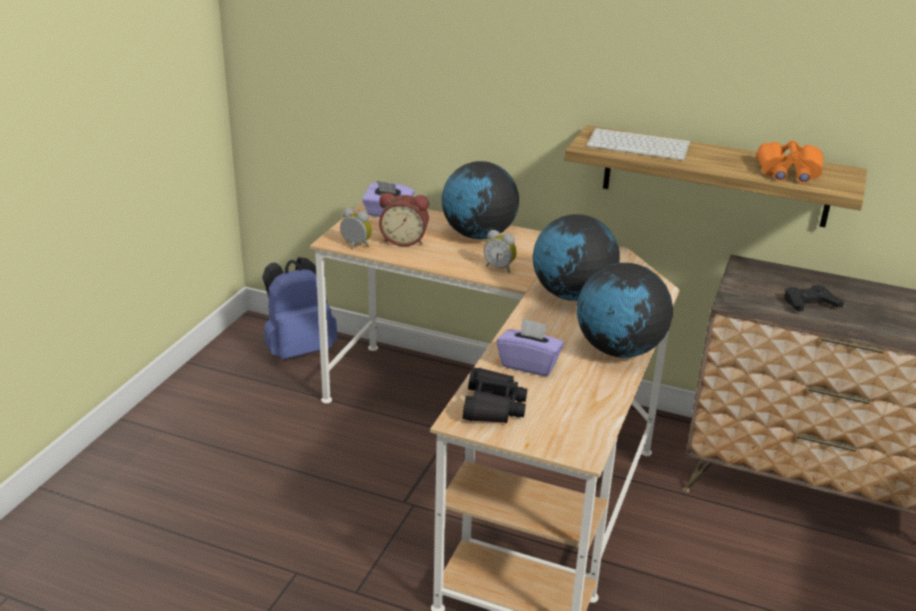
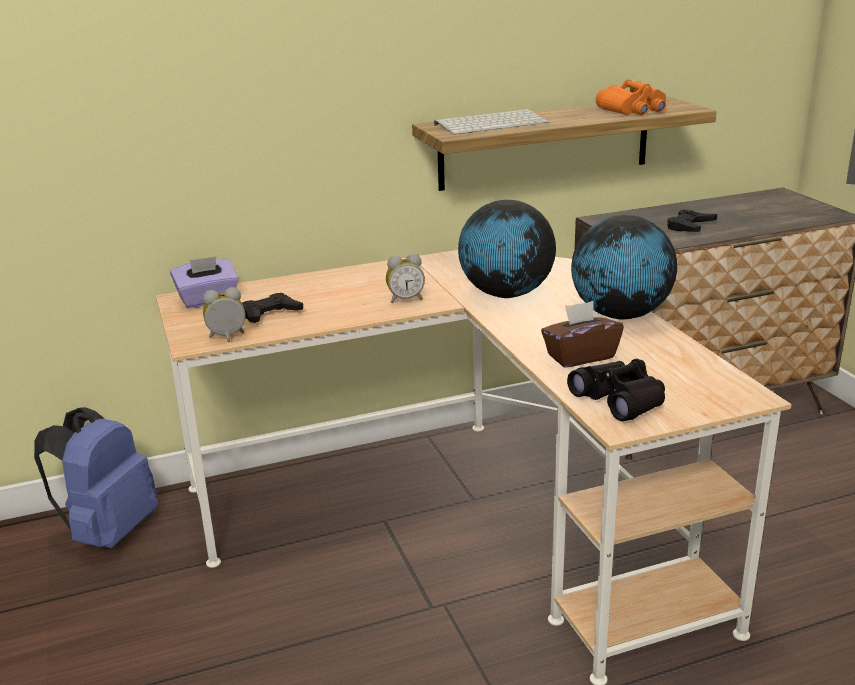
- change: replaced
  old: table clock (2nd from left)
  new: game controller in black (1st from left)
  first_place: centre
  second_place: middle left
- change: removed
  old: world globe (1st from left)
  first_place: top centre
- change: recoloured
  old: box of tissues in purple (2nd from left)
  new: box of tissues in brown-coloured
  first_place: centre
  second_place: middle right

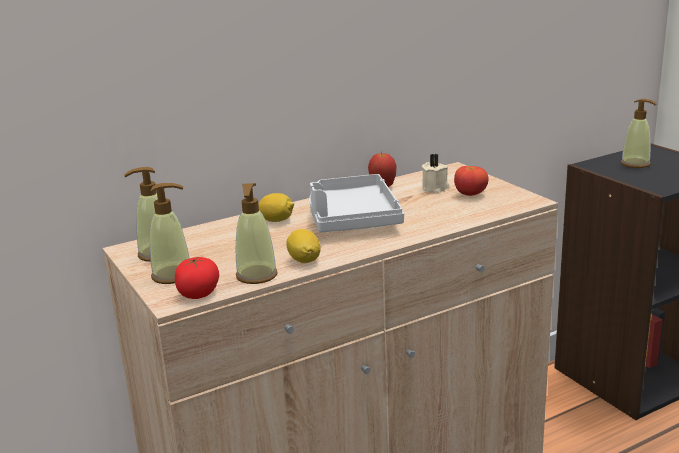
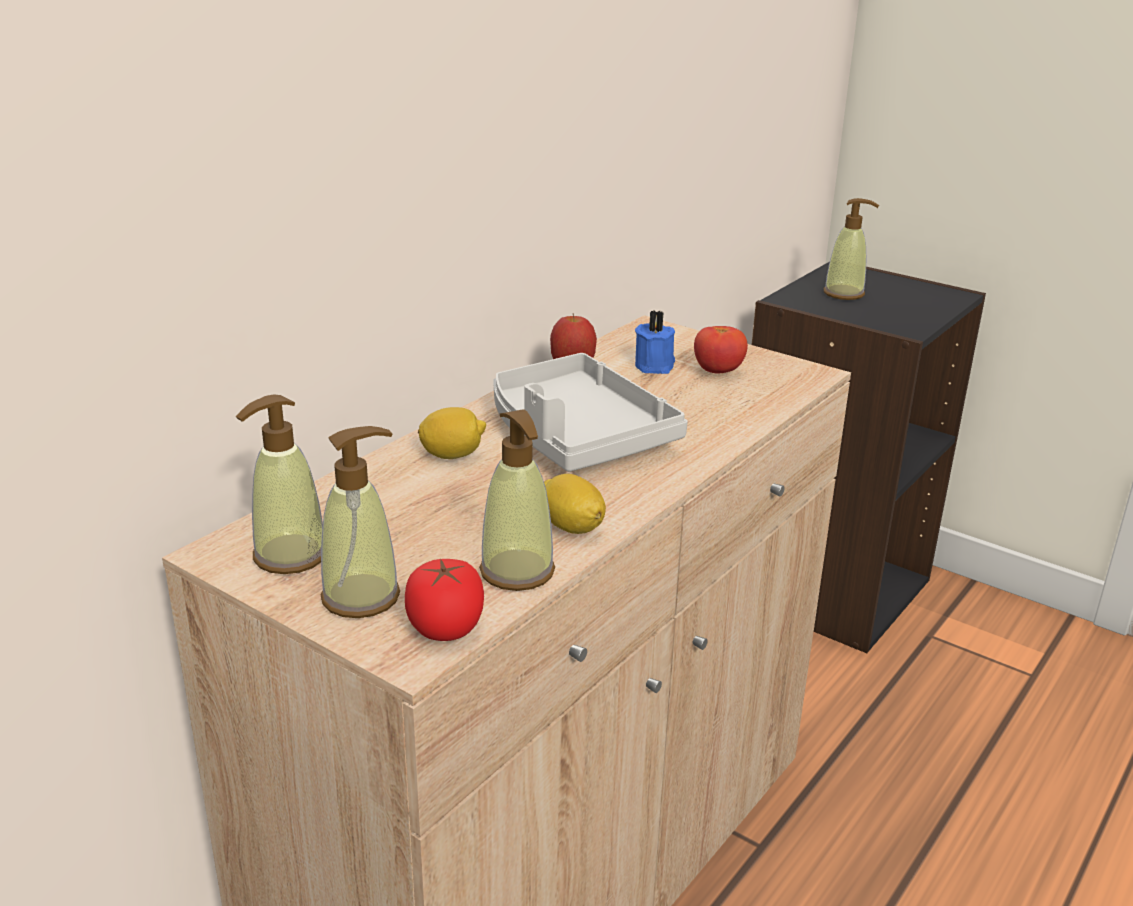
- change: recoloured
  old: candle in sand-coloured
  new: candle in blue
  first_place: centre
  second_place: centre

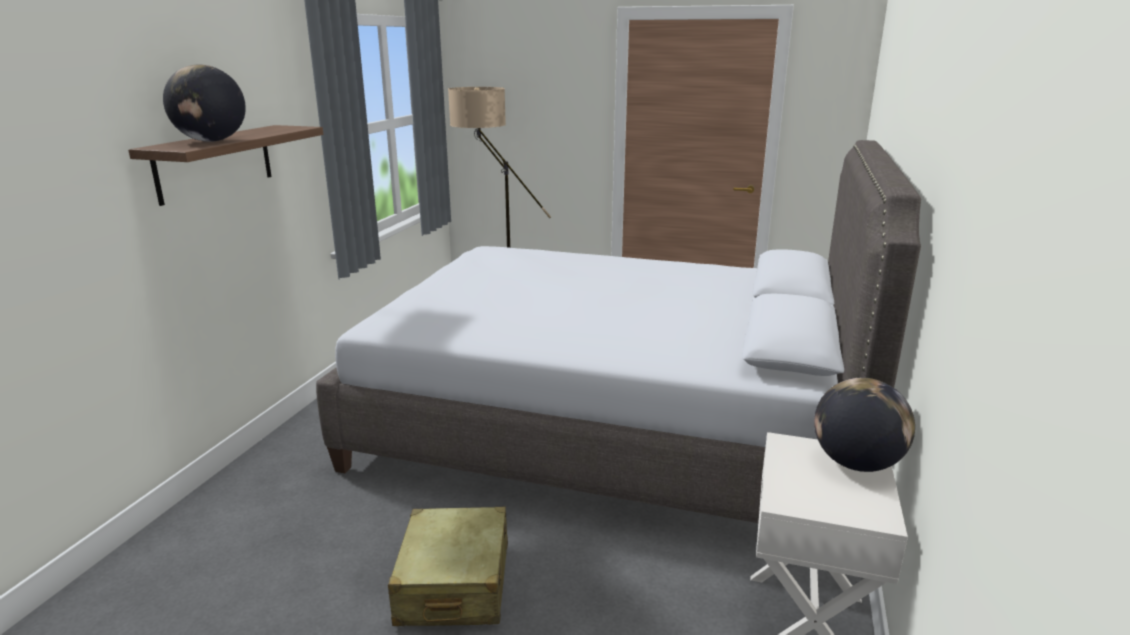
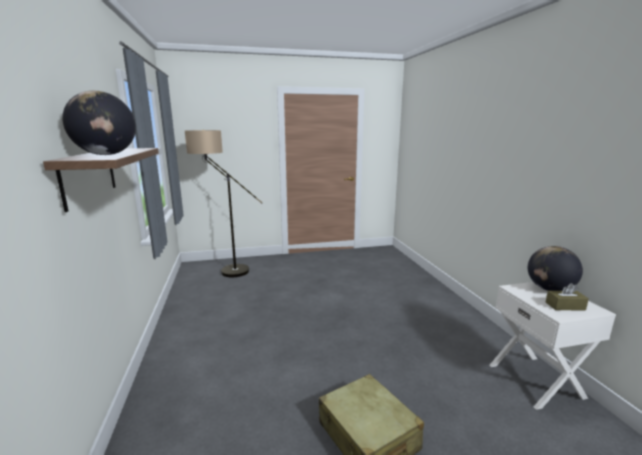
- change: removed
  old: bed in gray
  first_place: centre
- change: added
  new: box of tissues in brown-coloured
  second_place: middle right

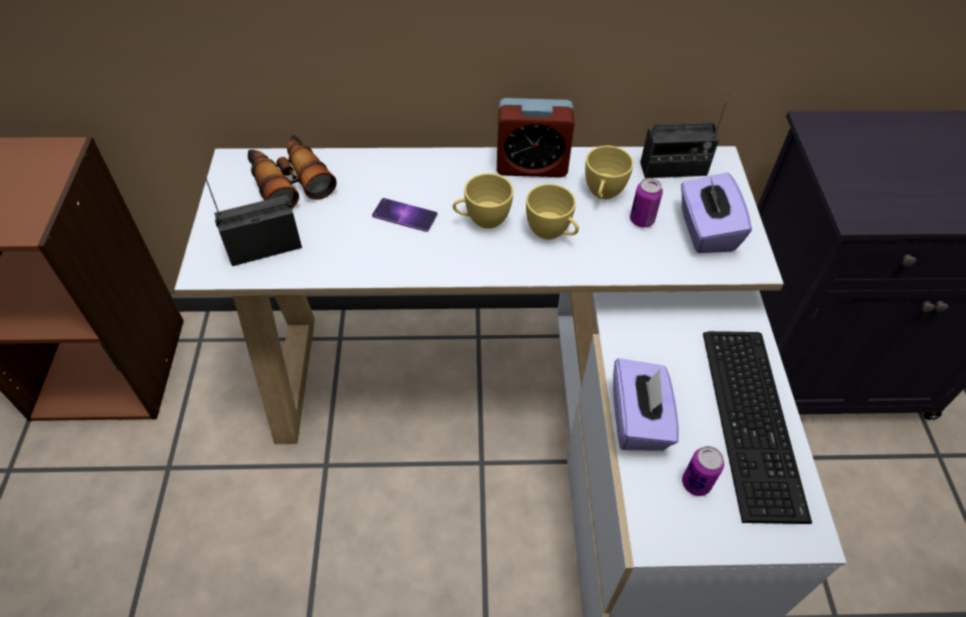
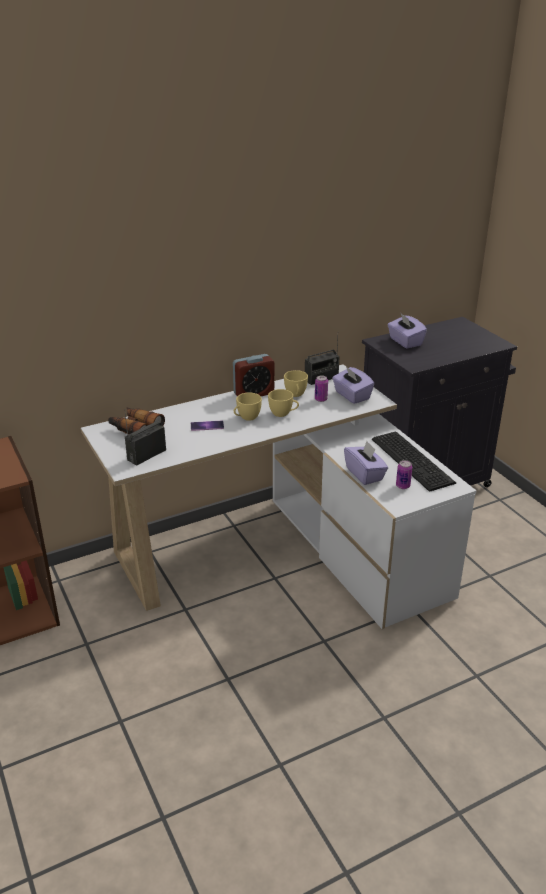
- change: added
  new: box of tissues in purple (3rd from left)
  second_place: middle right

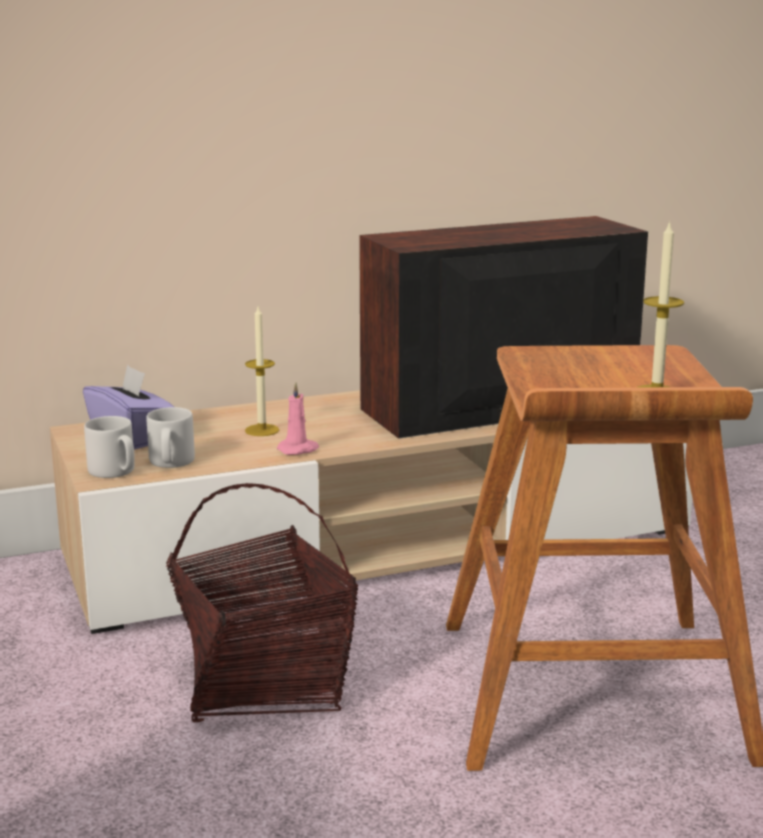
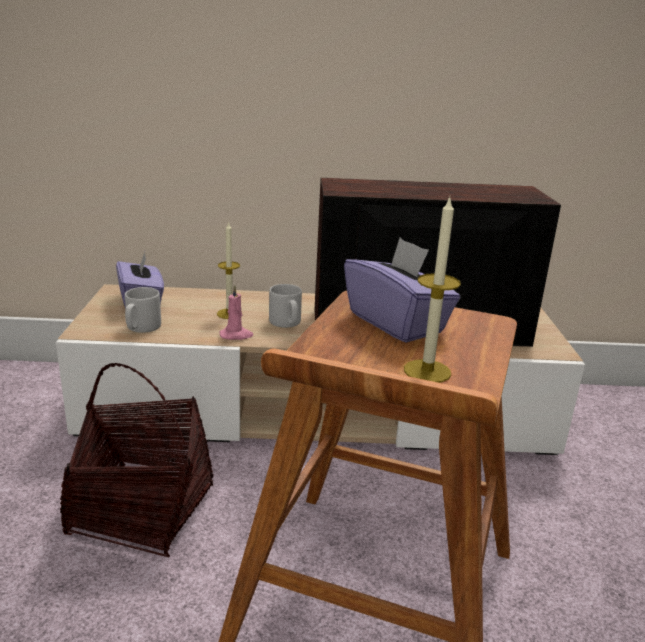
- change: moved
  old: mug in gray (1st from left in the first image)
  new: mug in gray (2nd from left)
  first_place: middle left
  second_place: centre
- change: added
  new: box of tissues in purple (2nd from left)
  second_place: centre

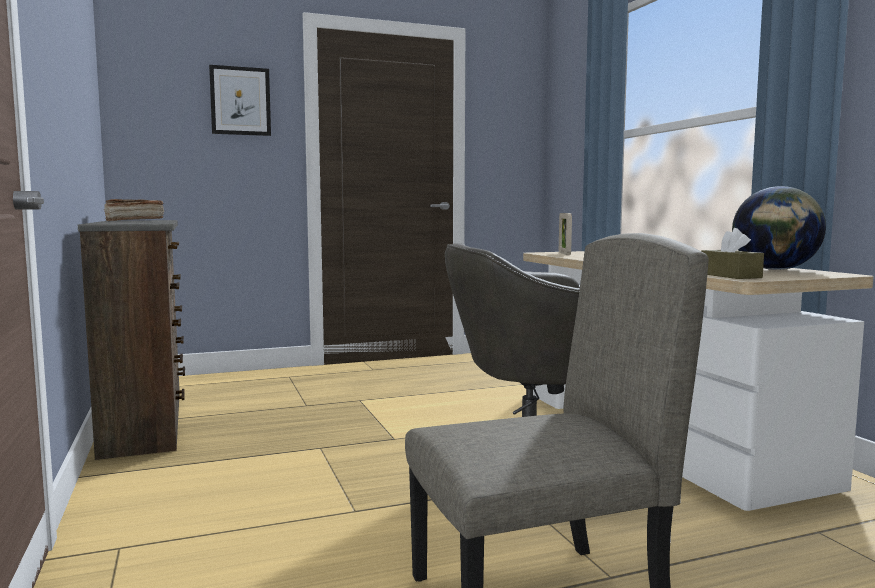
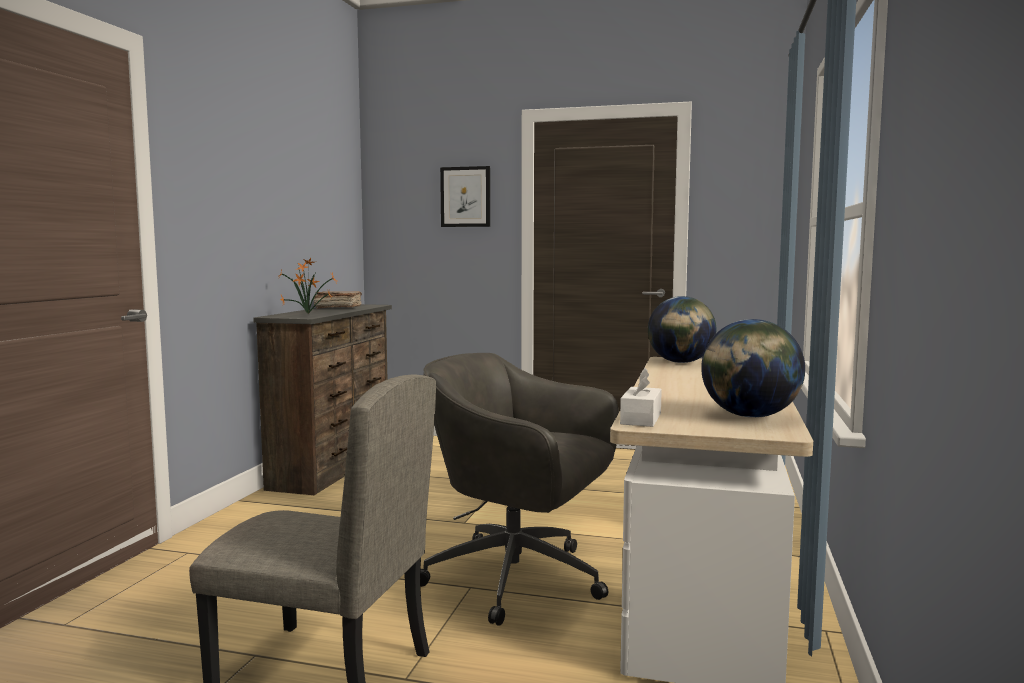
- change: replaced
  old: standing frame
  new: world globe (1st from left)
  first_place: centre
  second_place: centre
- change: recoloured
  old: box of tissues in brown-coloured
  new: box of tissues in white-coloured
  first_place: middle right
  second_place: centre
- change: added
  new: houseplant
  second_place: middle left

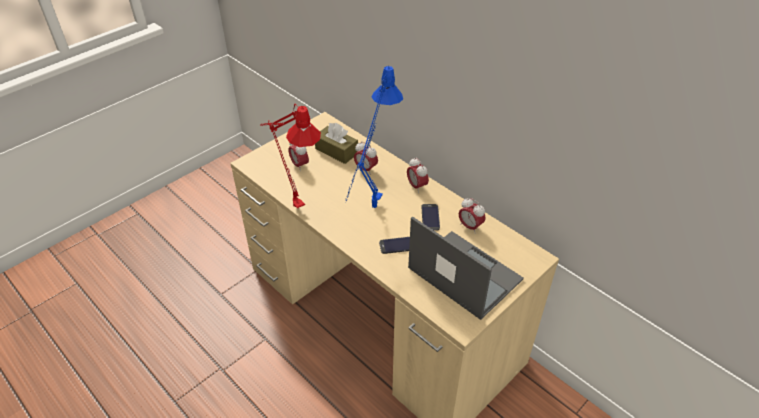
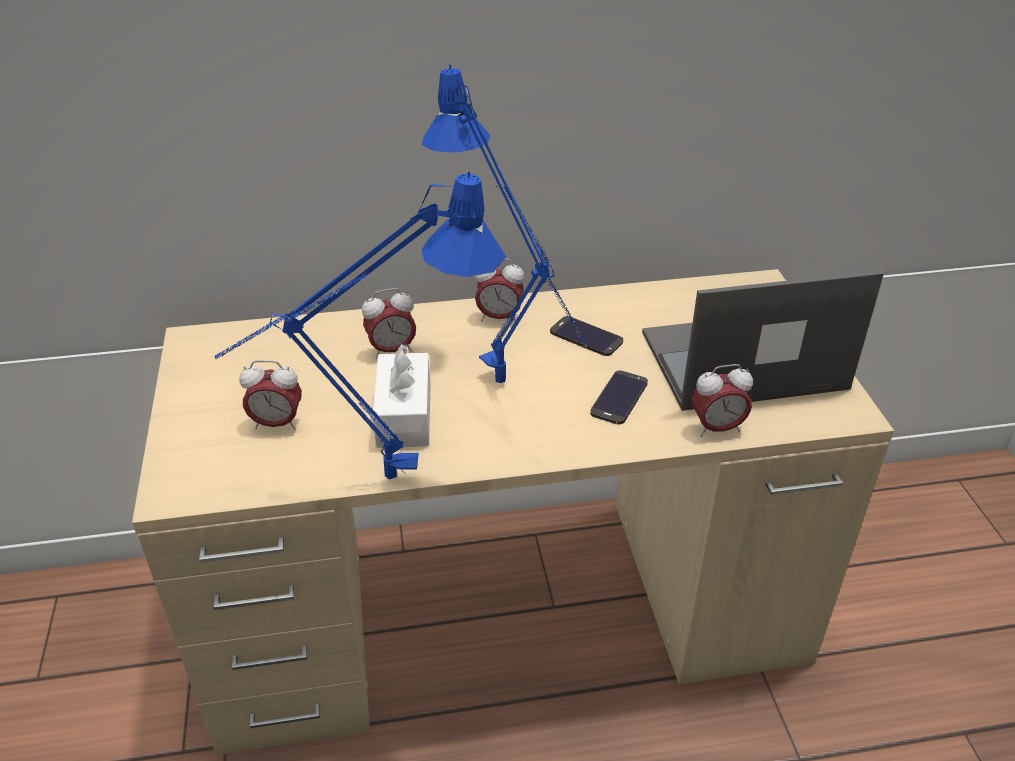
- change: recoloured
  old: lamp for a table in red
  new: lamp for a table in blue (1st from left)
  first_place: centre
  second_place: centre
- change: removed
  old: box of tissues in brown-coloured
  first_place: centre
- change: moved
  old: table clock (4th from left)
  first_place: centre
  second_place: middle right
- change: added
  new: box of tissues in white-coloured
  second_place: centre

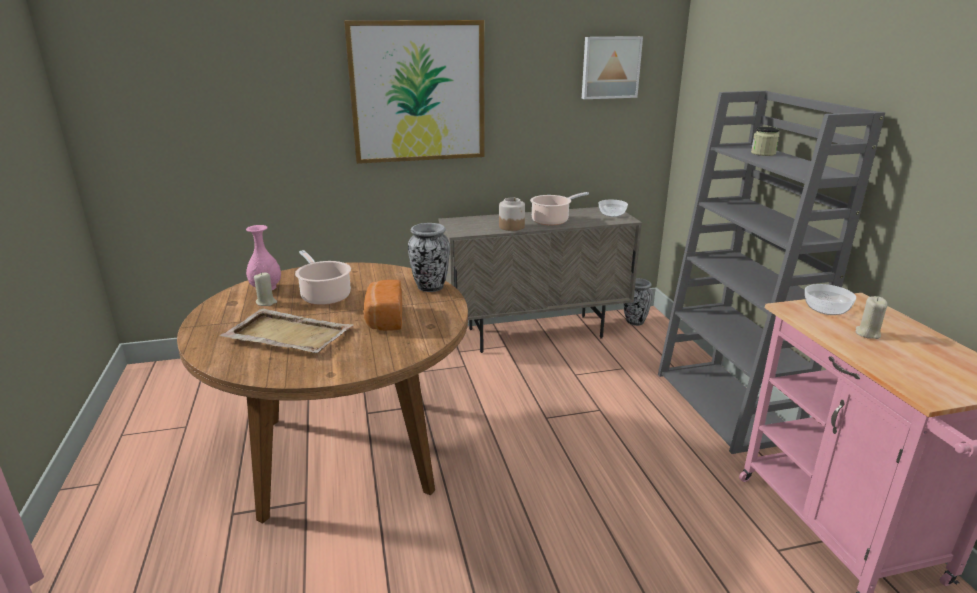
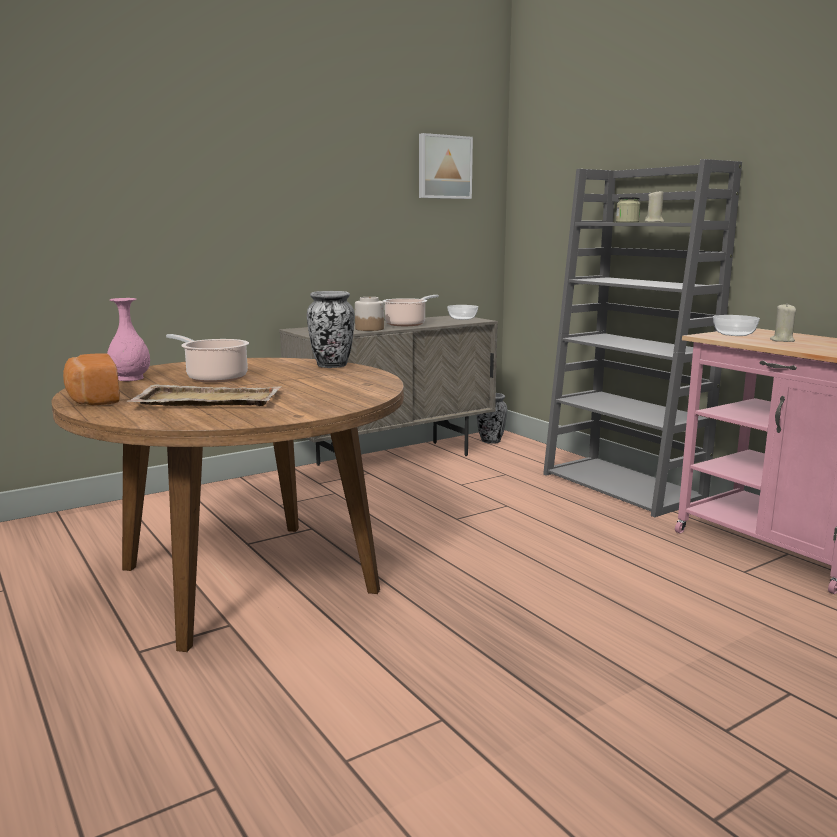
- change: moved
  old: candle in sand-coloured (1st from left)
  first_place: middle left
  second_place: top right
- change: removed
  old: picture (1st from left)
  first_place: top centre
- change: moved
  old: bread
  first_place: centre
  second_place: middle left

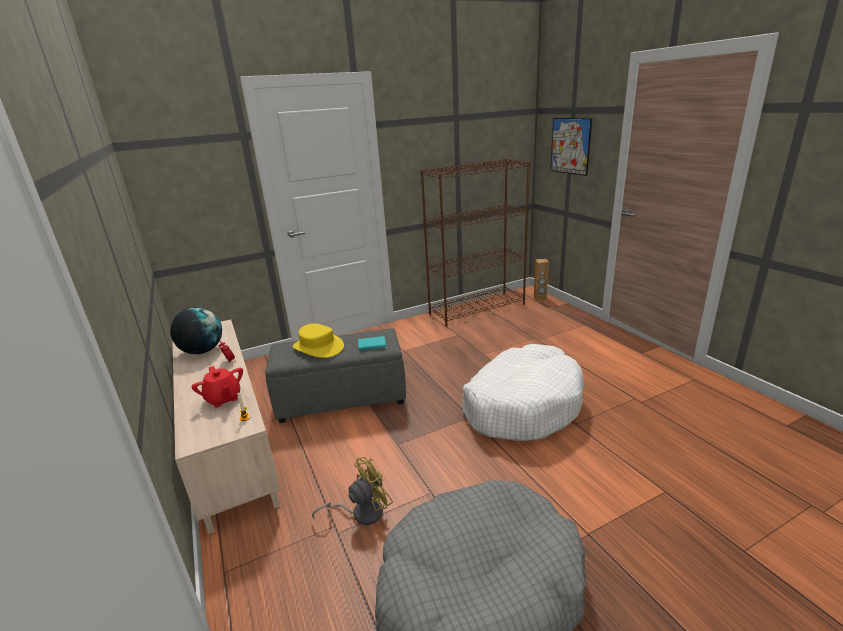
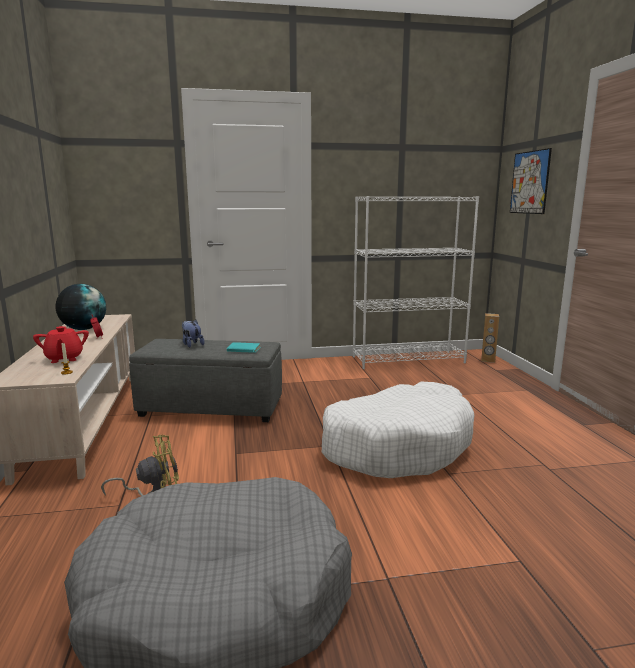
- change: replaced
  old: hat in yellow-coloured
  new: soft toy
  first_place: centre
  second_place: middle left
- change: recoloured
  old: shelving unit in brown-coloured
  new: shelving unit in white-coloured
  first_place: centre
  second_place: centre

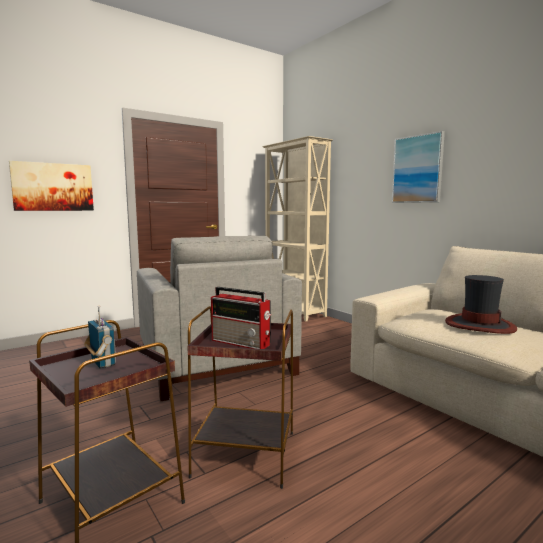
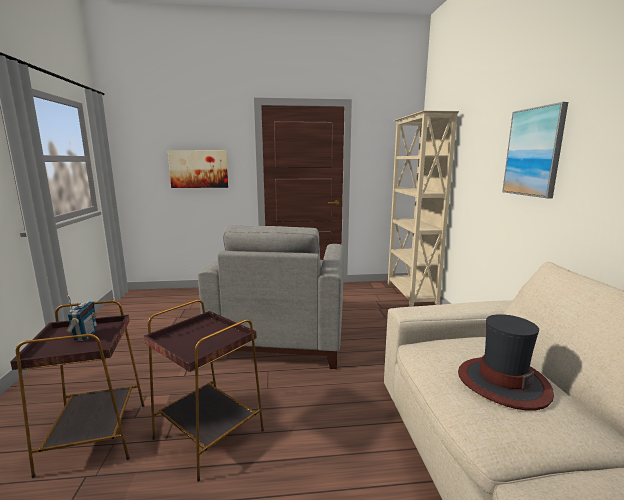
- change: removed
  old: radio receiver (2nd from left)
  first_place: centre

